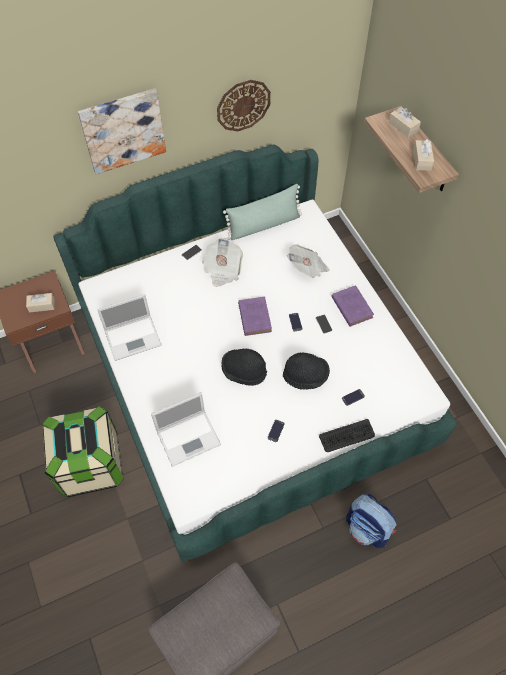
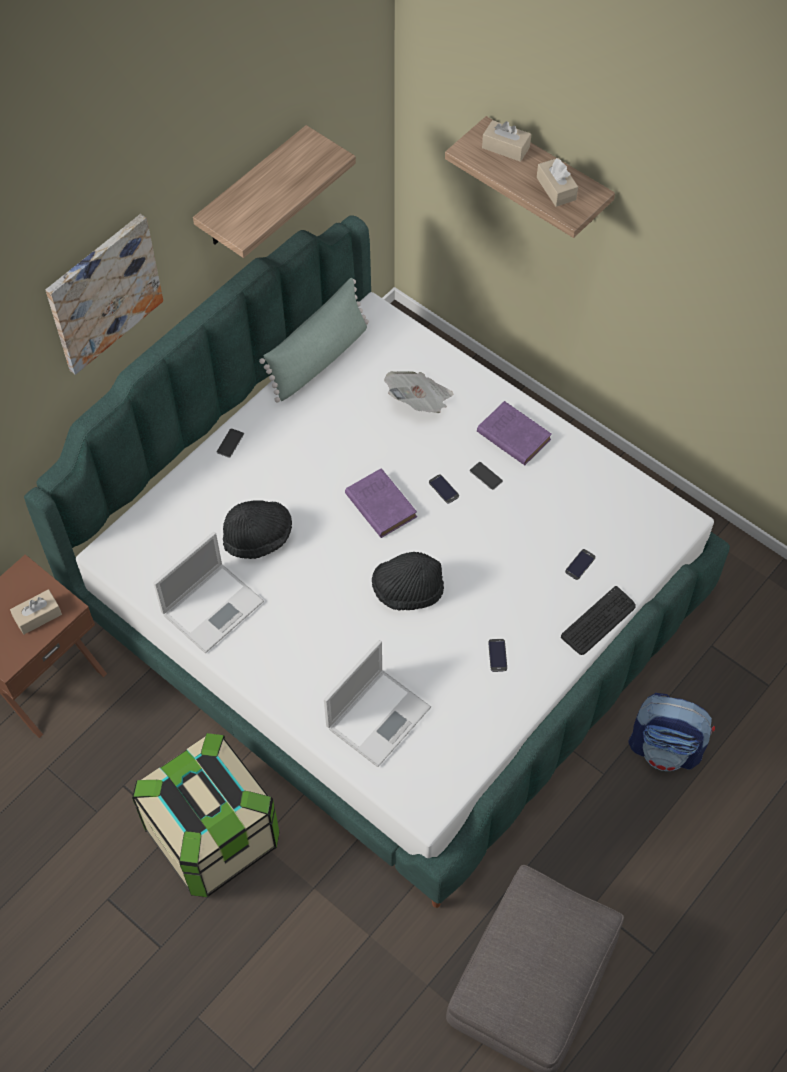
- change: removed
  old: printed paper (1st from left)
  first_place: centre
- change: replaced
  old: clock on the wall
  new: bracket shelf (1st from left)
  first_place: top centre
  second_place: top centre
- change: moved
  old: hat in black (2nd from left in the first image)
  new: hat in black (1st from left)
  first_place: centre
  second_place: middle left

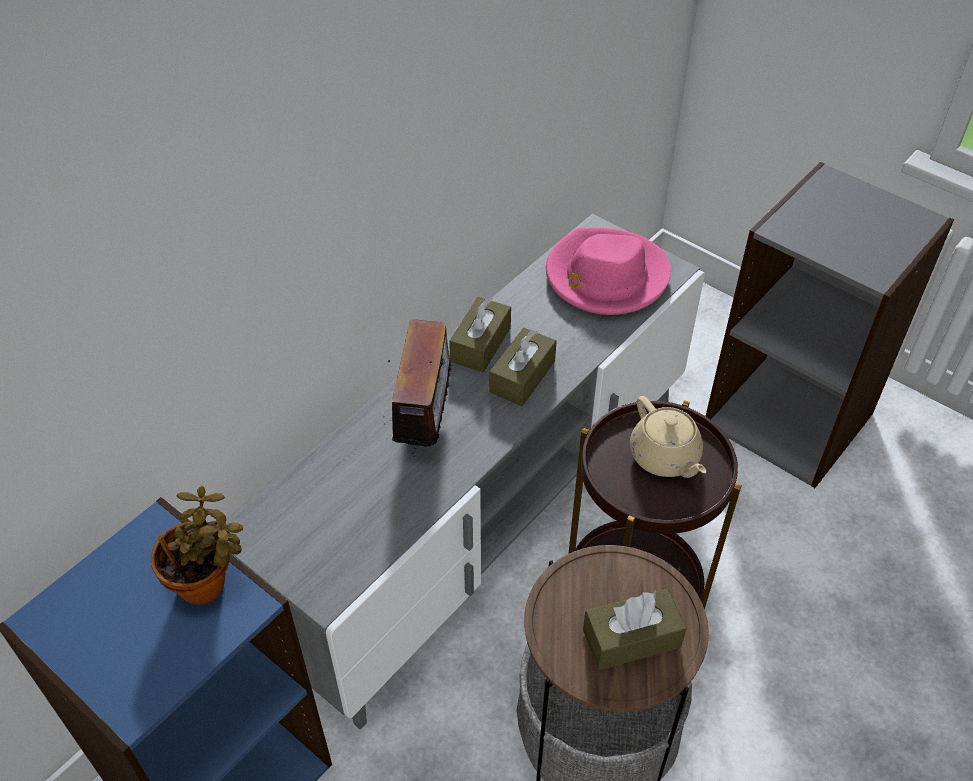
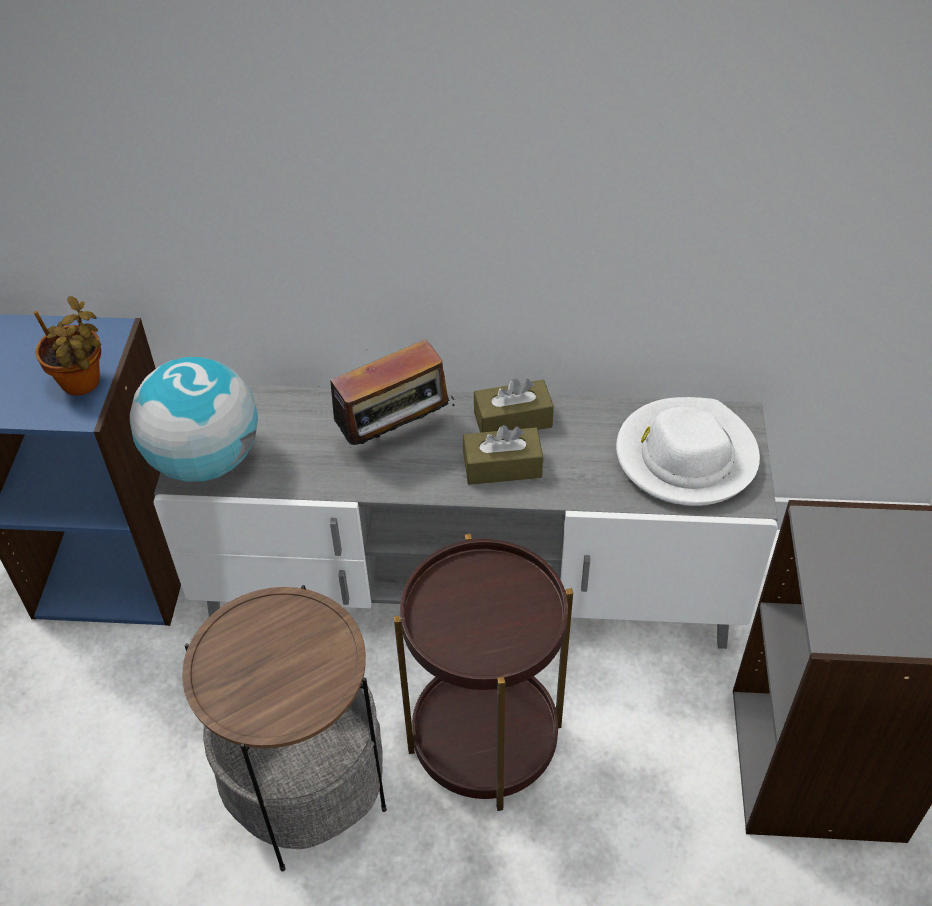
- change: recoloured
  old: hat in pink
  new: hat in white-coloured
  first_place: centre
  second_place: middle right
- change: removed
  old: box of tissues in brown-coloured (3rd from left)
  first_place: bottom centre
- change: removed
  old: teapot in sand-coloured
  first_place: middle right
- change: added
  new: world globe
  second_place: middle left

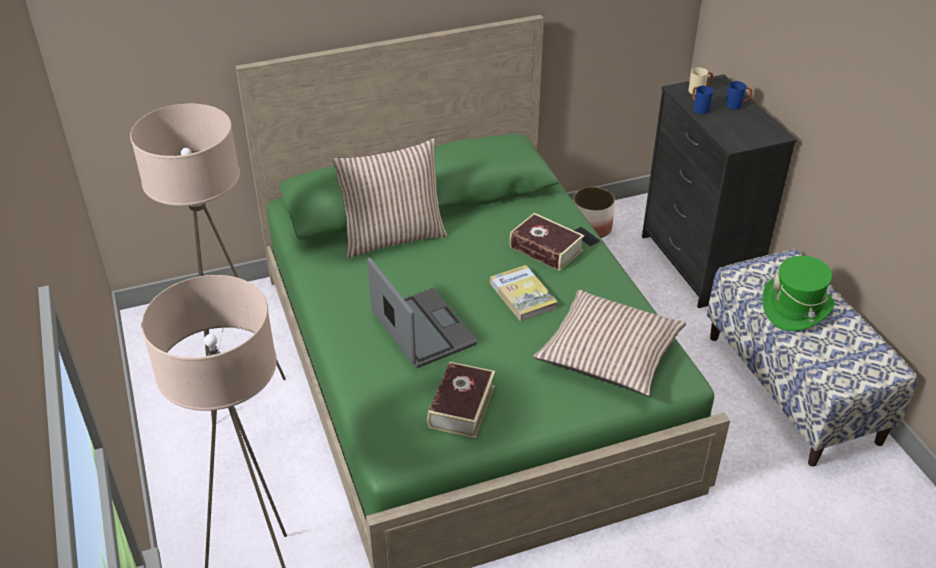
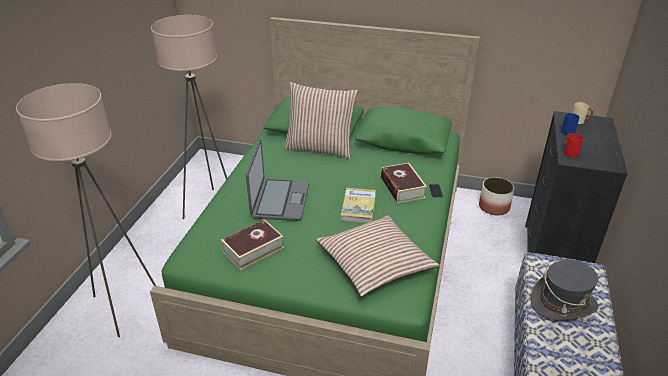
- change: removed
  old: mug in blue (2nd from left)
  first_place: top right
- change: recoloured
  old: hat in green-coloured
  new: hat in gray
  first_place: middle right
  second_place: bottom right
- change: added
  new: mug in red
  second_place: middle right

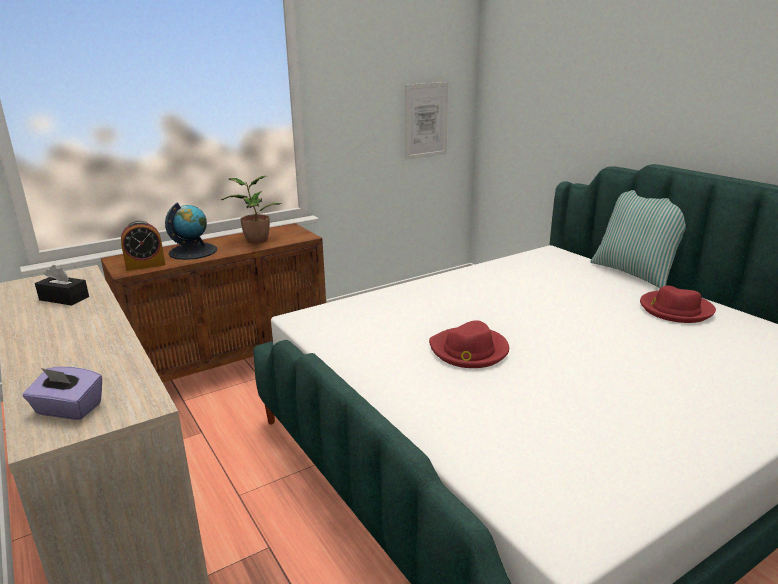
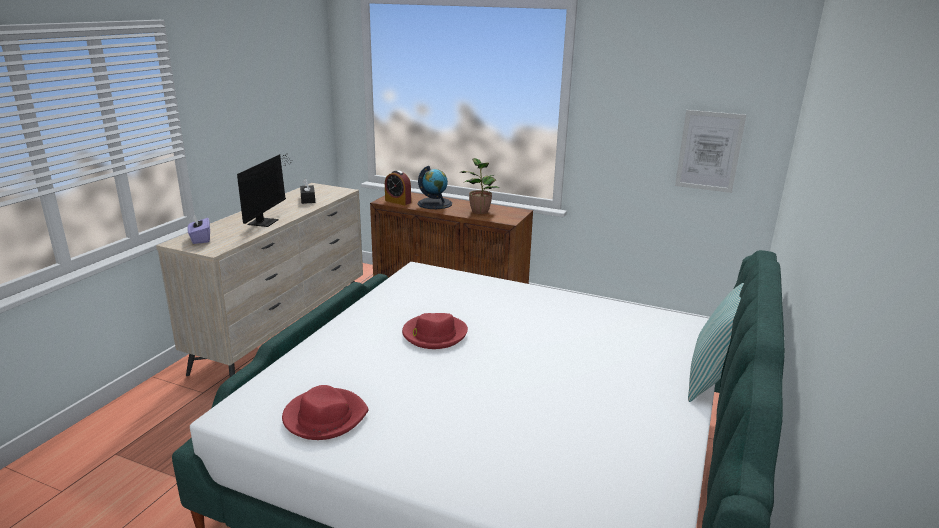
- change: moved
  old: hat in red (2nd from left in the first image)
  new: hat in red (1st from left)
  first_place: middle right
  second_place: bottom centre
- change: added
  new: computer screen
  second_place: middle left

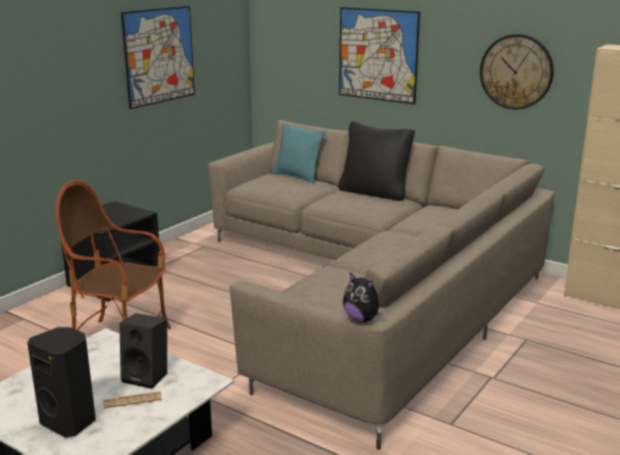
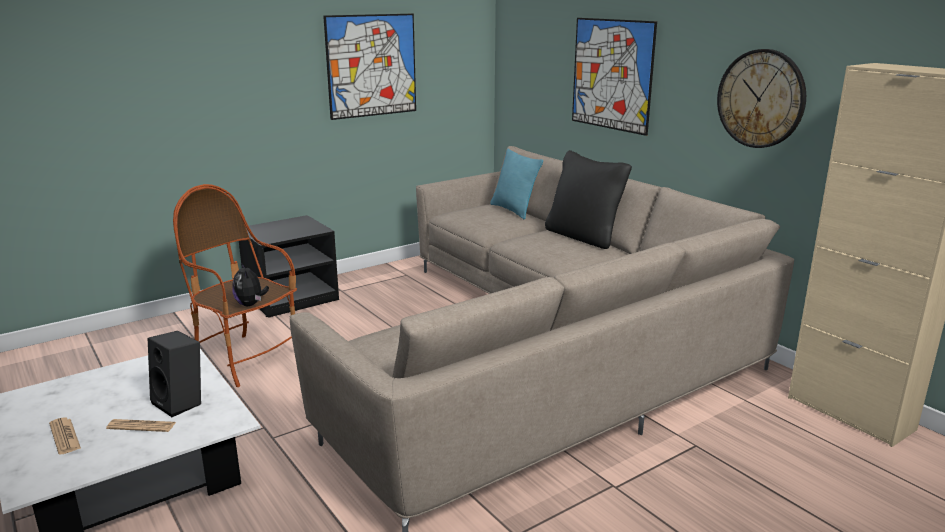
- change: replaced
  old: audio speaker in black (1st from left)
  new: printed paper (1st from left)
  first_place: bottom left
  second_place: bottom left
- change: moved
  old: soft toy
  first_place: centre
  second_place: middle left

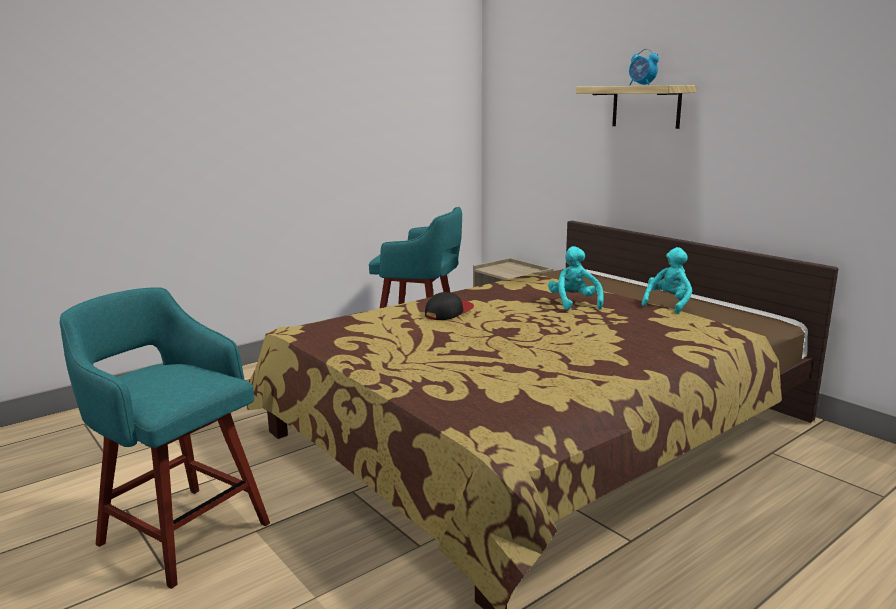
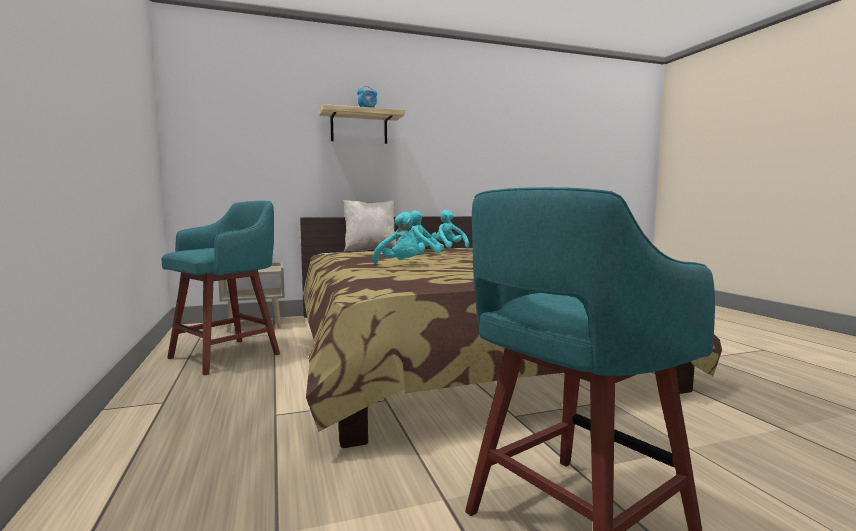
- change: replaced
  old: cap
  new: soft toy in turquoise (1st from left)
  first_place: centre
  second_place: centre
- change: added
  new: pillow in sand-coloured
  second_place: centre

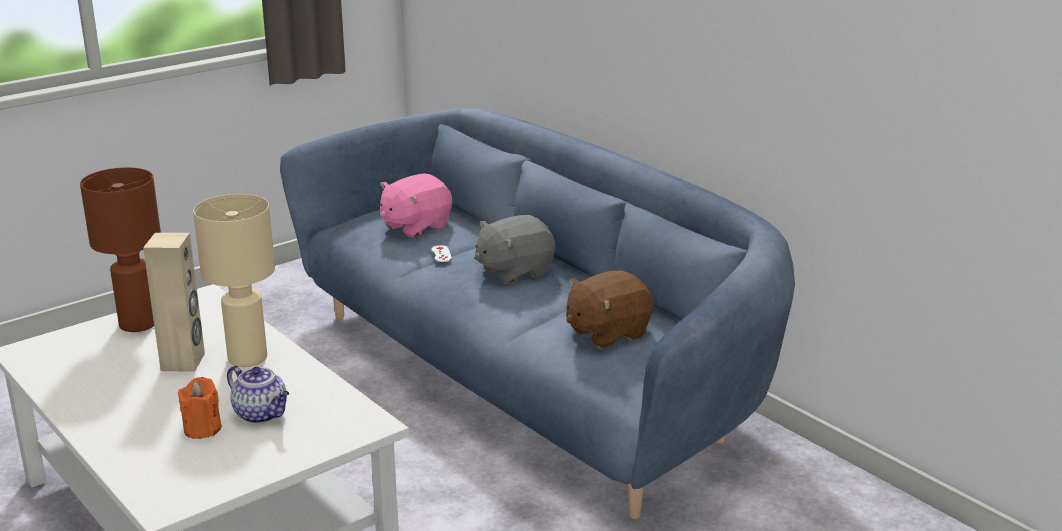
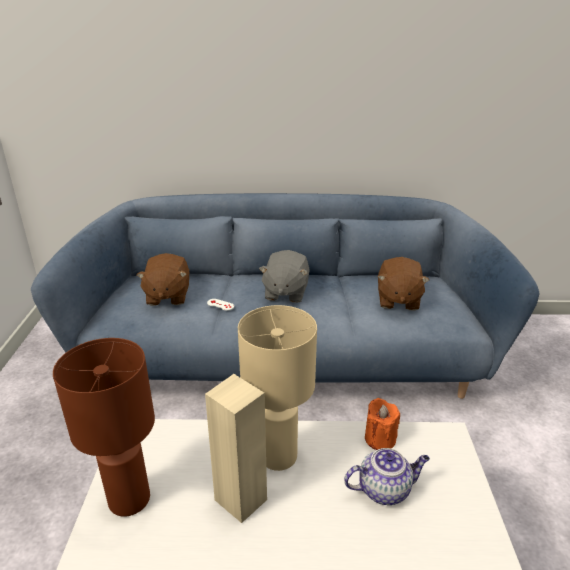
- change: moved
  old: candle in orangey
  first_place: bottom left
  second_place: bottom right
- change: recoloured
  old: soft toy in pink
  new: soft toy in brown-coloured (1st from left)
  first_place: centre
  second_place: middle left

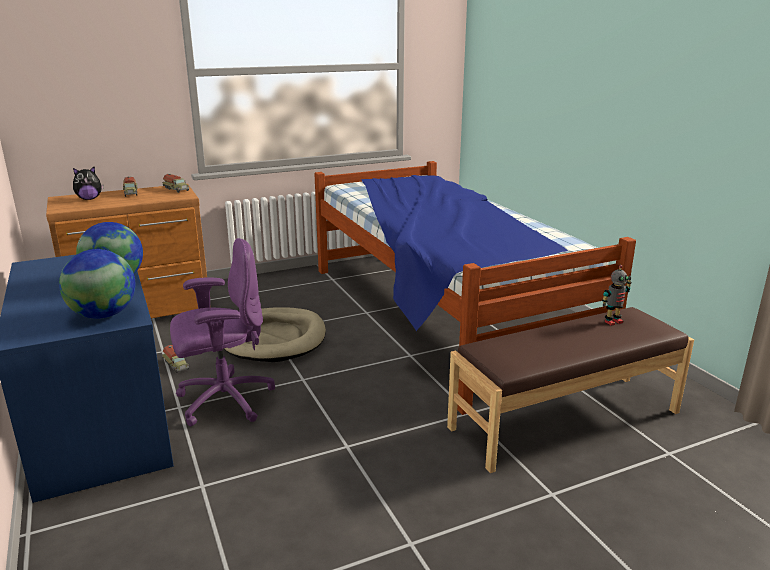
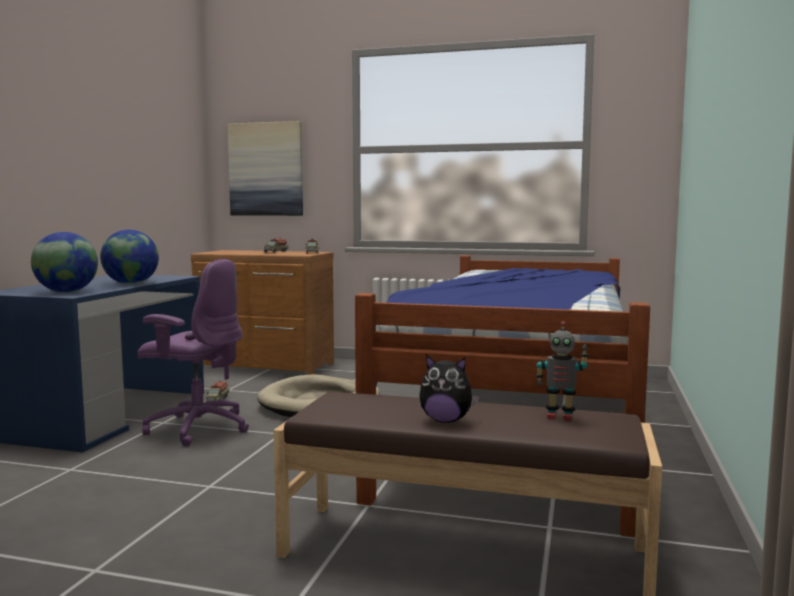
- change: moved
  old: soft toy
  first_place: top left
  second_place: centre
- change: added
  new: picture
  second_place: top centre

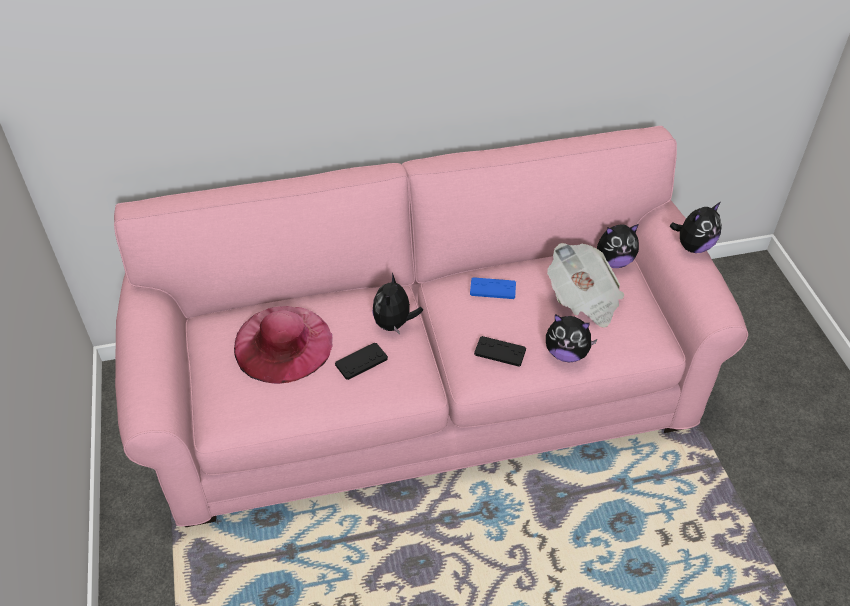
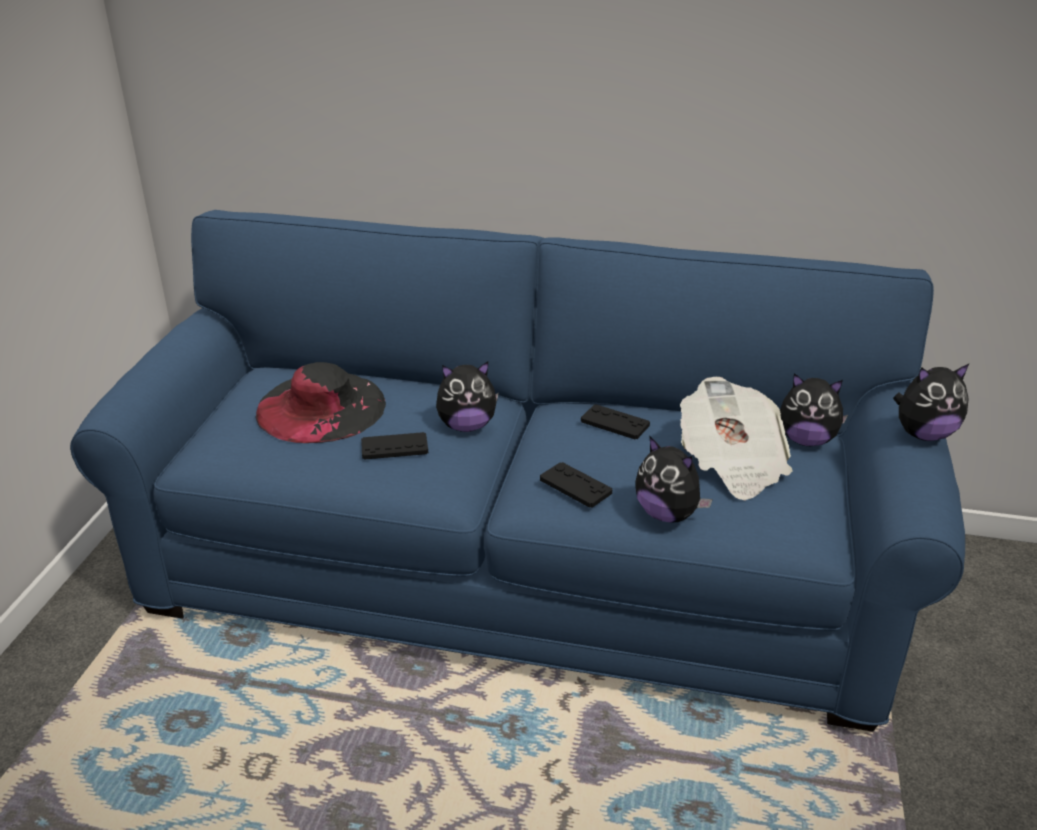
- change: recoloured
  old: couch in pink
  new: couch in blue
  first_place: centre
  second_place: centre
- change: recoloured
  old: hat in pink
  new: hat in black
  first_place: middle left
  second_place: middle left
- change: turned
  old: soft toy (1st from left)
  first_place: centre
  second_place: centre
  degrees: -135
- change: recoloured
  old: game controller in blue
  new: game controller in black (3rd from left)
  first_place: centre
  second_place: centre

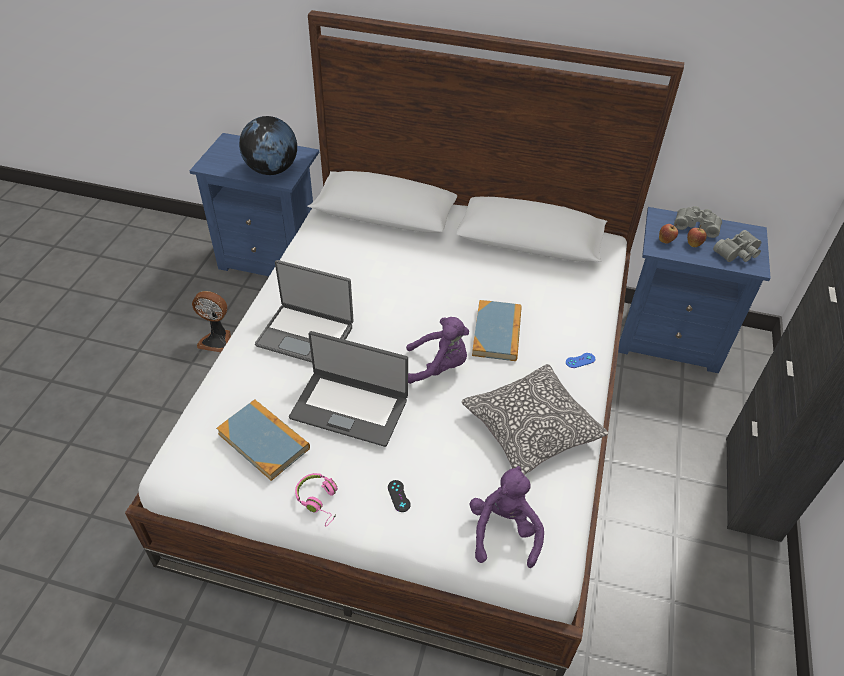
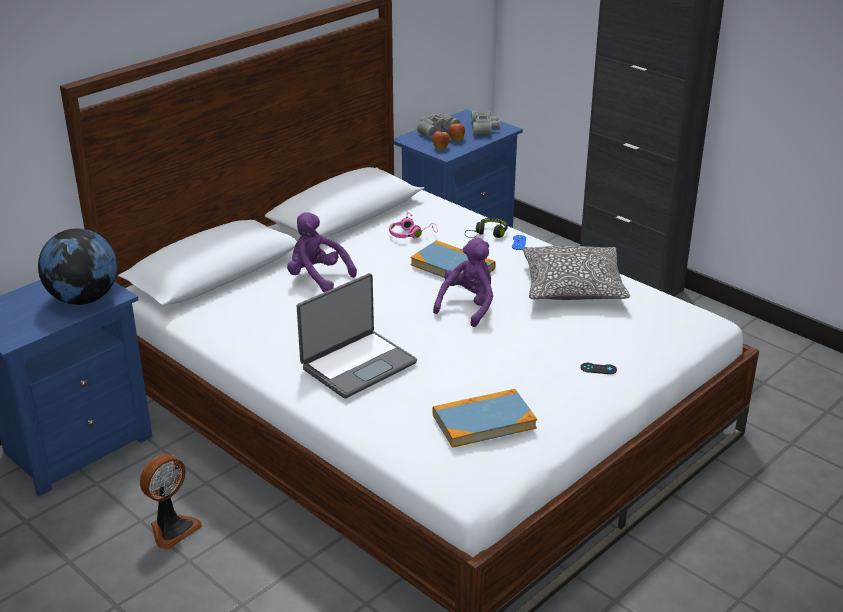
- change: removed
  old: portable computer (2nd from left)
  first_place: centre
- change: moved
  old: headset in pink
  first_place: bottom centre
  second_place: centre
- change: moved
  old: soft toy in purple (2nd from left in the first image)
  new: soft toy in purple (1st from left)
  first_place: bottom centre
  second_place: centre
- change: added
  new: headset in black
  second_place: centre

